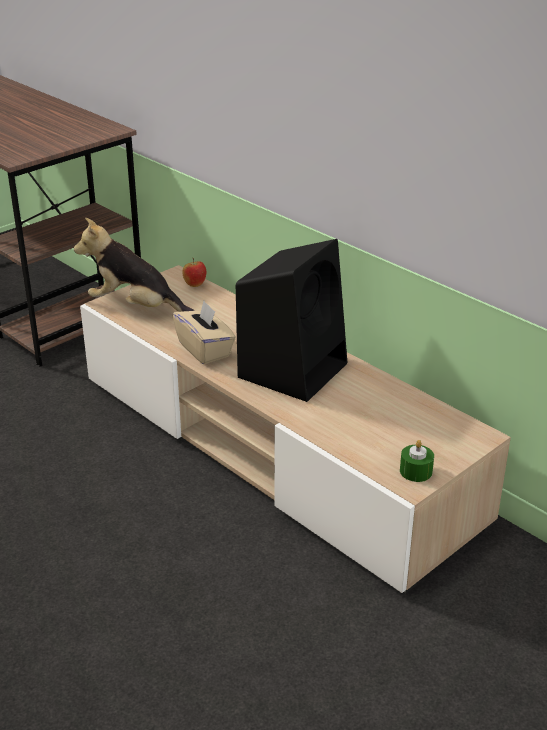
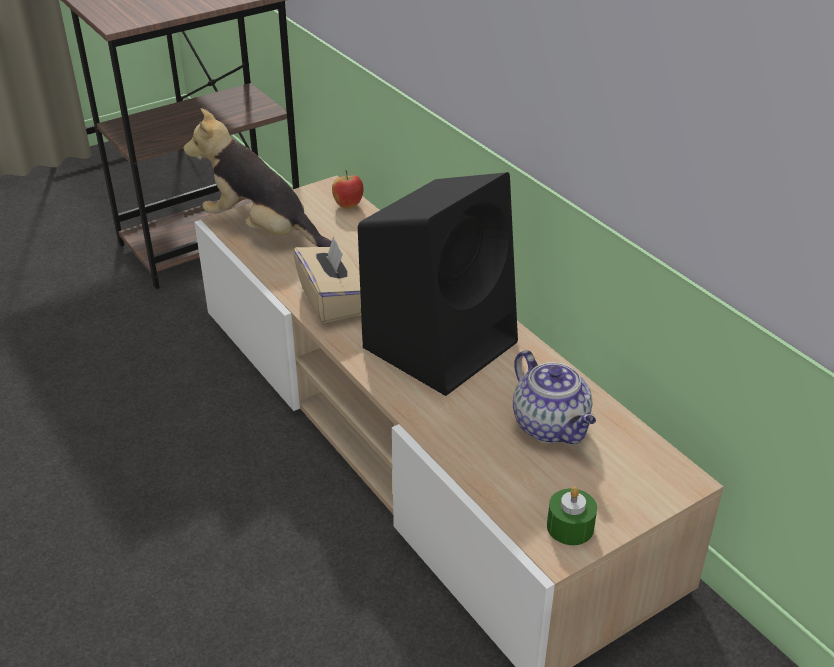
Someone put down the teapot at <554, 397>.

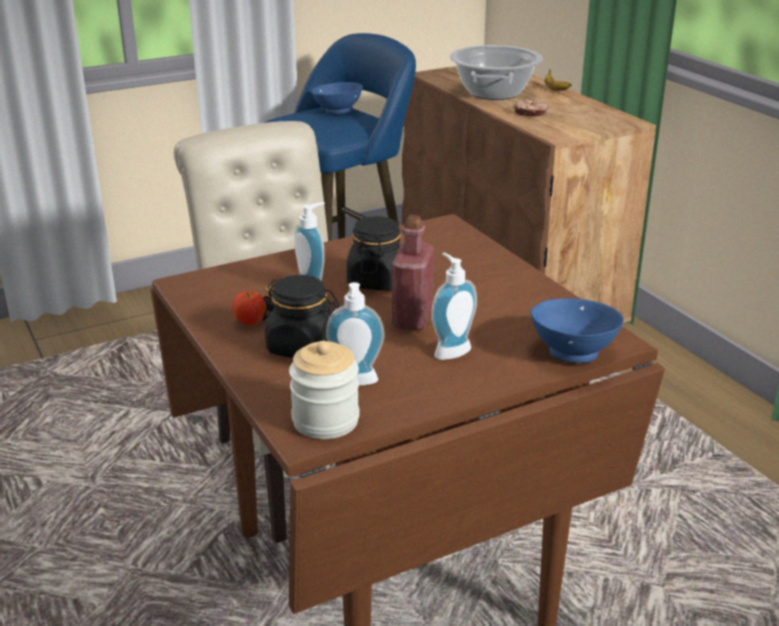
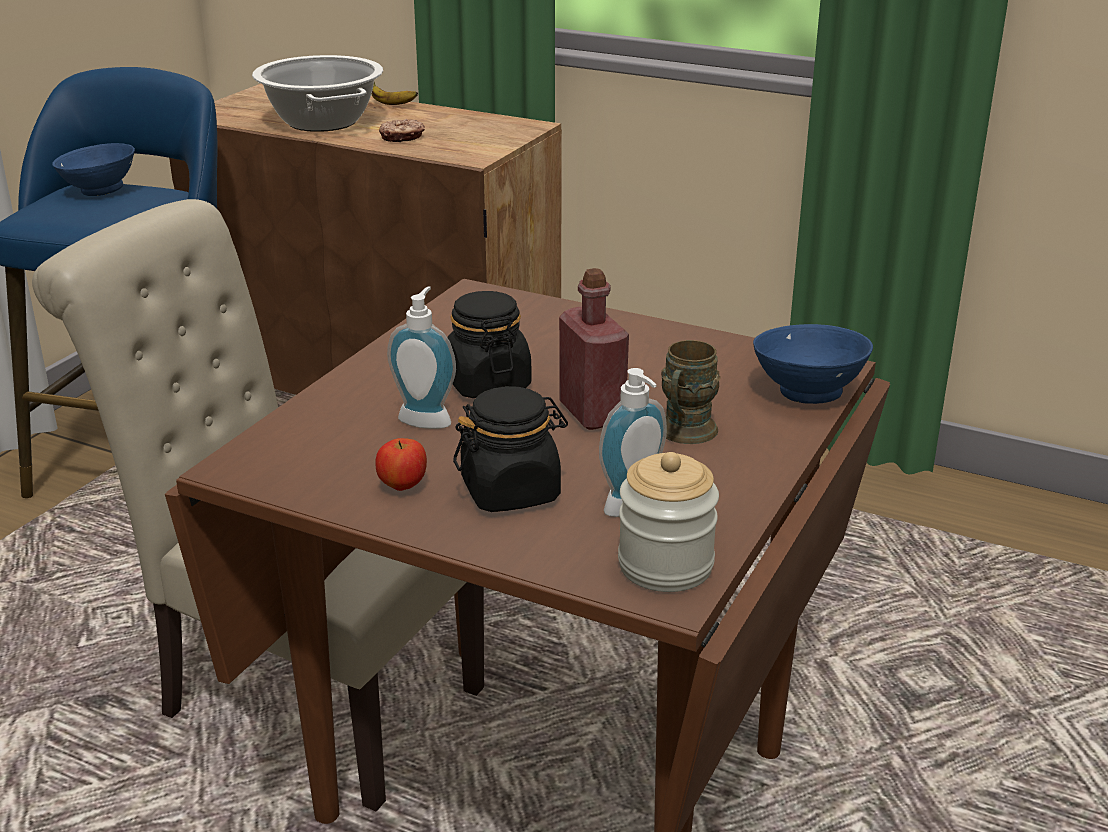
Someone swapped the soap_dispenser at <454, 306> for the brown_mug at <691, 392>.

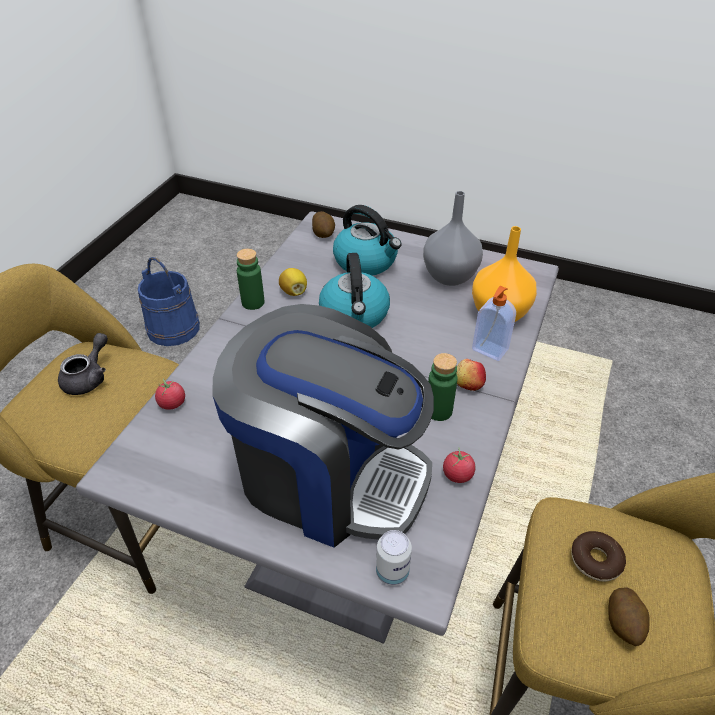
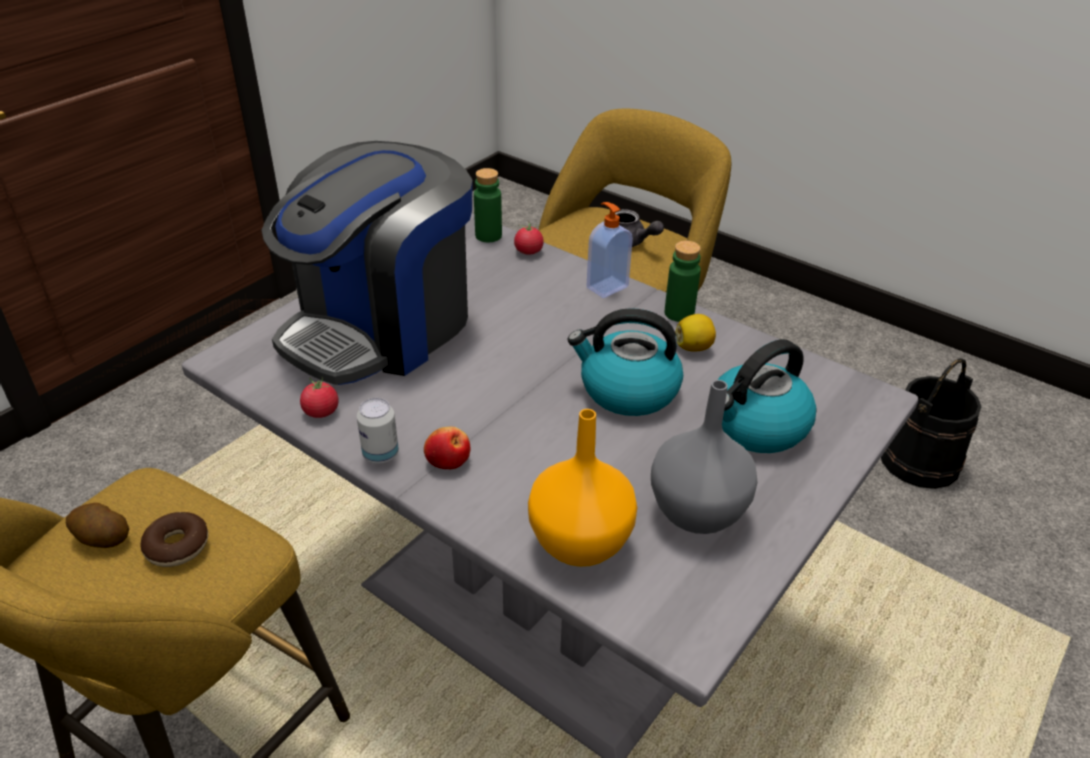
Someone took away the potato at <323, 224>.
Someone repainted the blue_bucket at <169, 301>, which became the black_bucket at <931, 423>.
Someone carried the soap_dispenser from <494, 323> to <609, 250>.
Someone carried the green_bottle from <442, 387> to <488, 205>.
Someone carried the can from <394, 558> to <378, 431>.

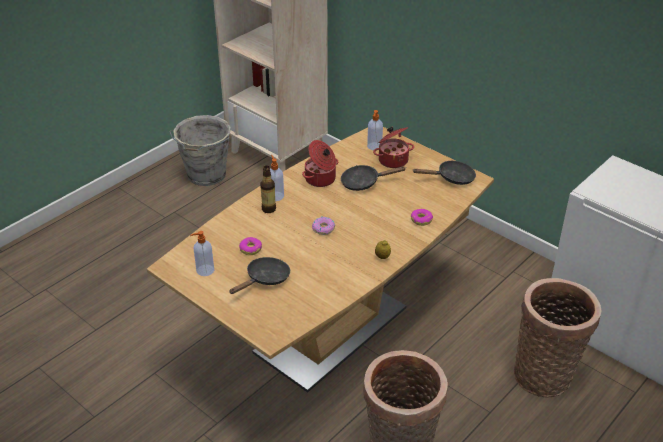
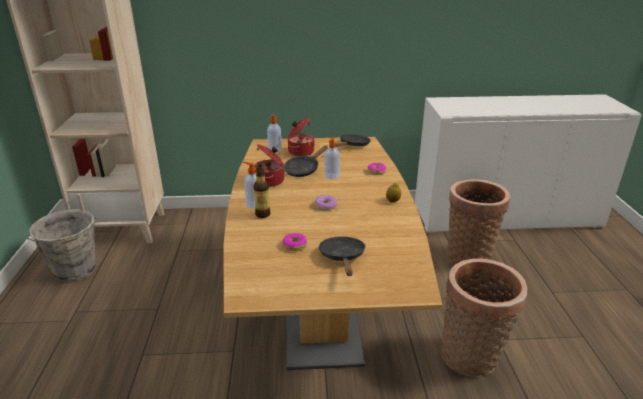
Someone carried the soap_dispenser from <202, 253> to <332, 158>.

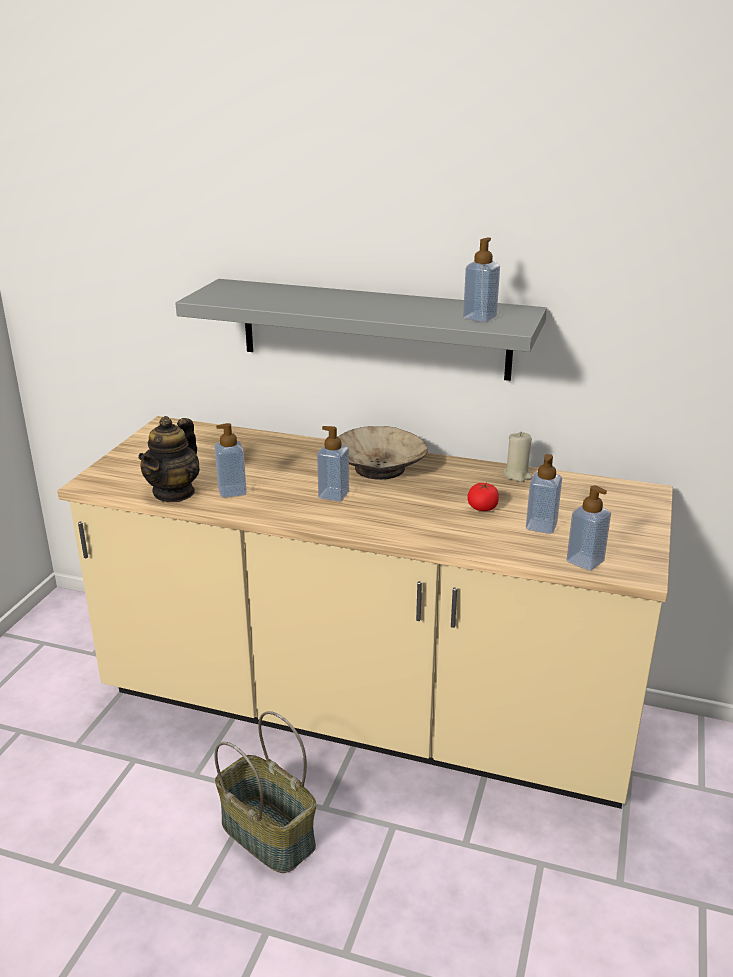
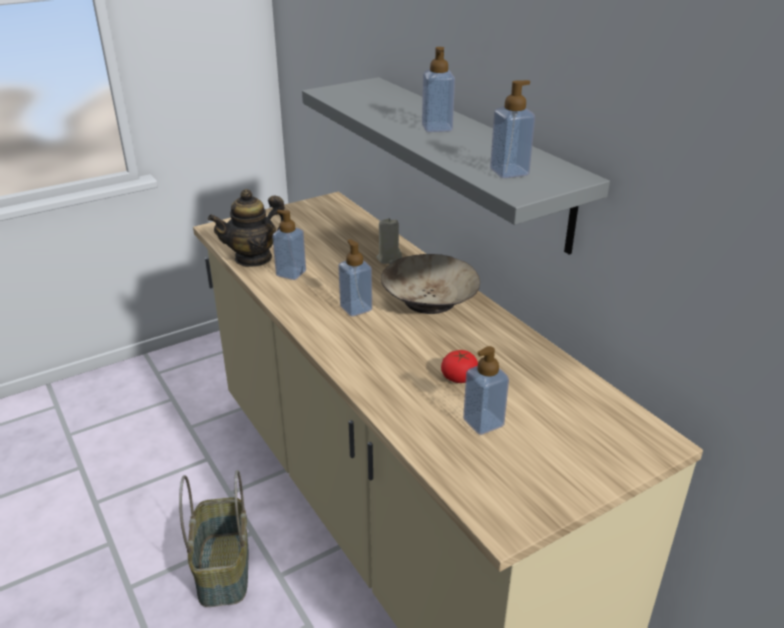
Someone carried the beige_candle from <518, 457> to <389, 241>.
Someone carried the soap_dispenser from <588, 528> to <438, 89>.

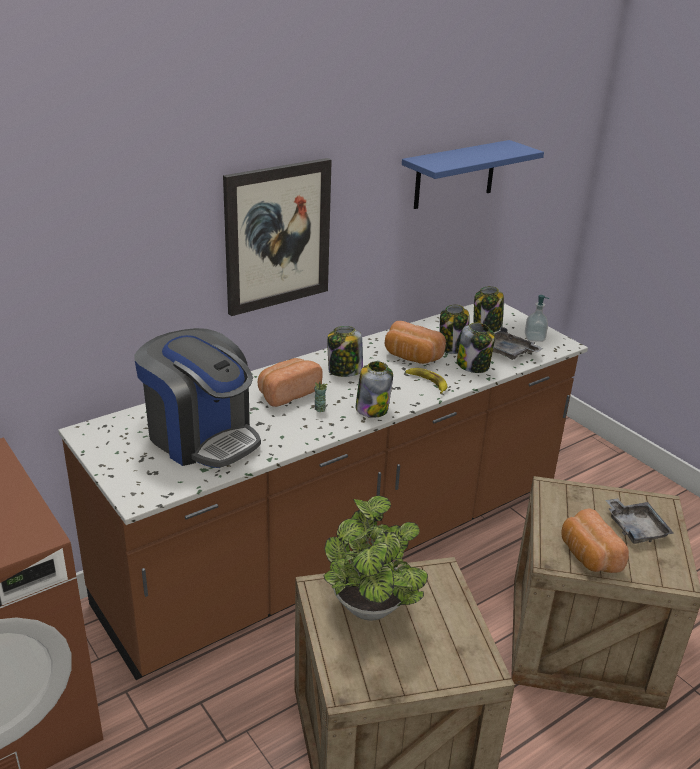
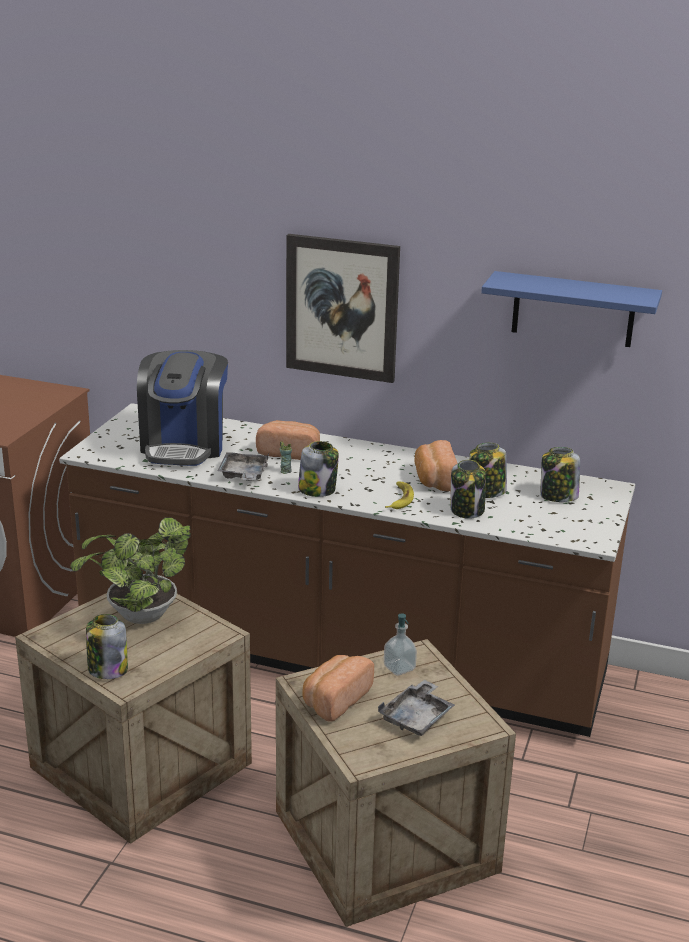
Someone carried the soap_dispenser from <537, 318> to <400, 644>.
Someone carried the jar from <345, 351> to <107, 646>.
Someone carried the grey_tray from <518, 343> to <243, 466>.

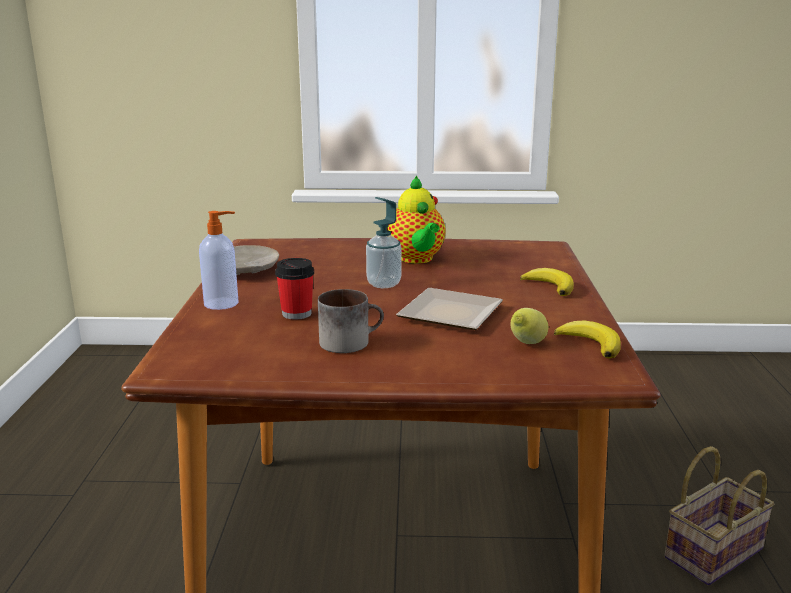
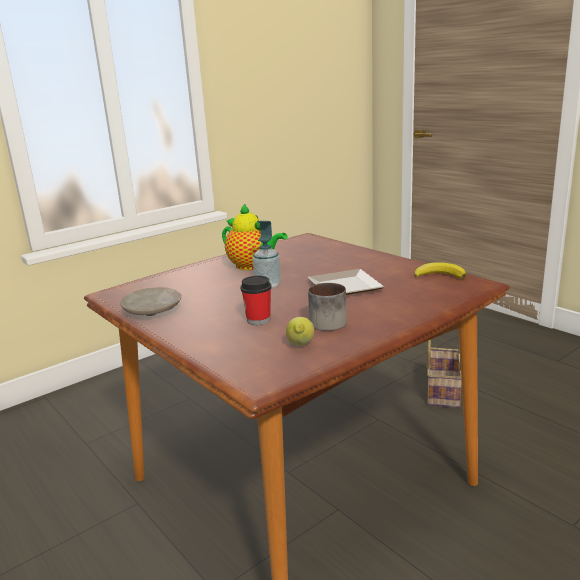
Someone took away the soap_dispenser at <219, 260>.
Someone took away the banana at <547, 282>.
Someone carried the lemon from <530, 326> to <300, 331>.

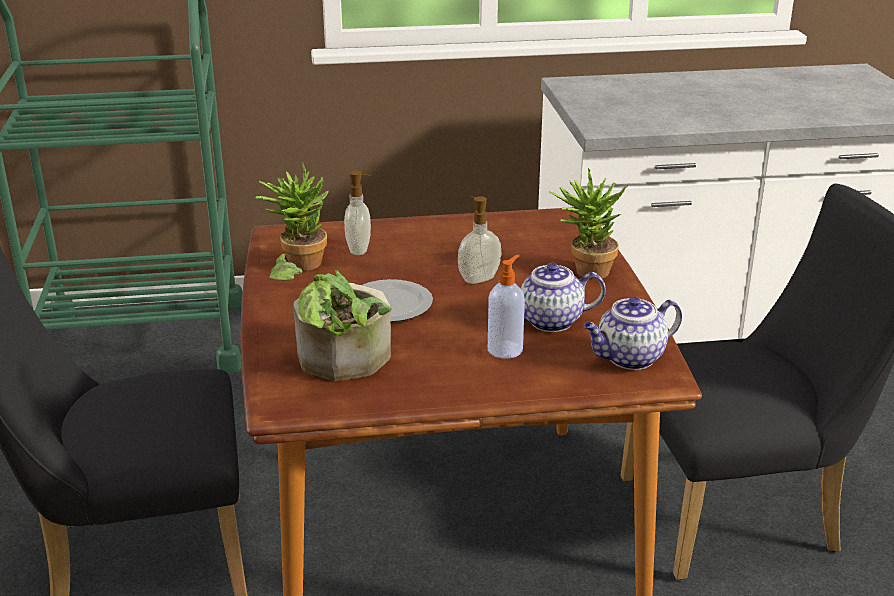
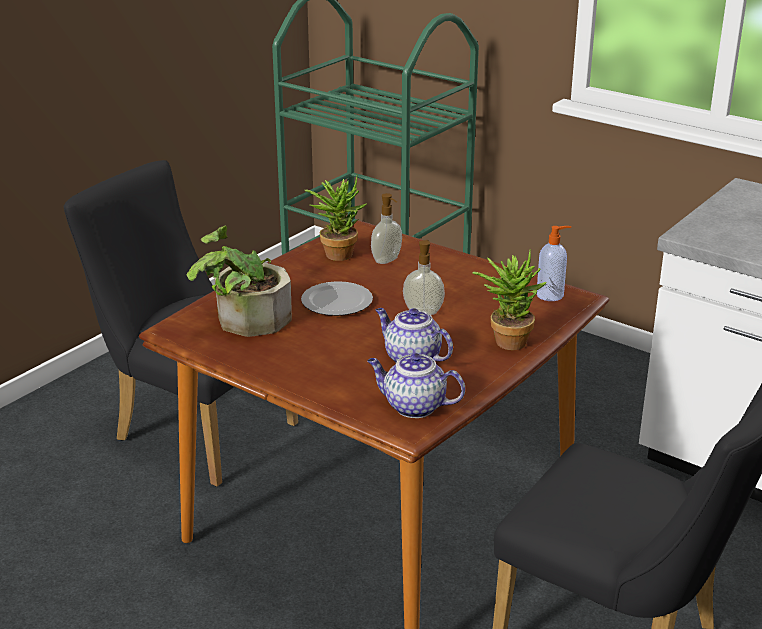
Someone carried the soap_dispenser from <506, 306> to <554, 263>.

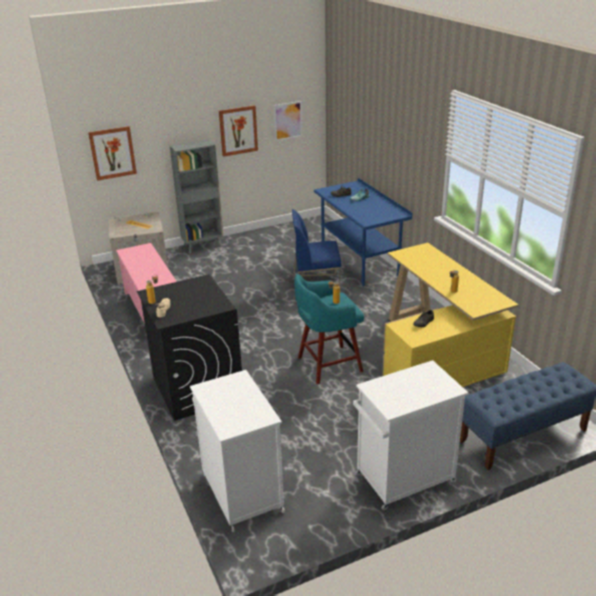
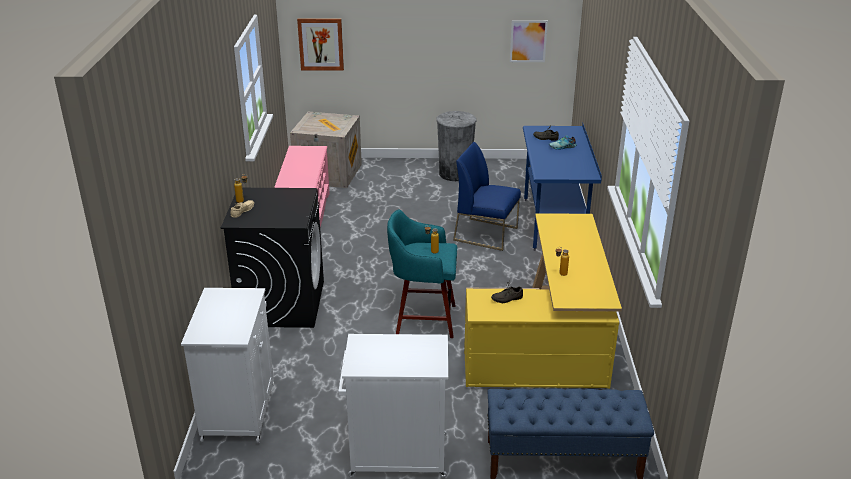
Someone took away the picture at <238, 131>.
Someone took away the grey_bookcase at <196, 196>.
Someone put down the grey_trash_can at <456, 146>.

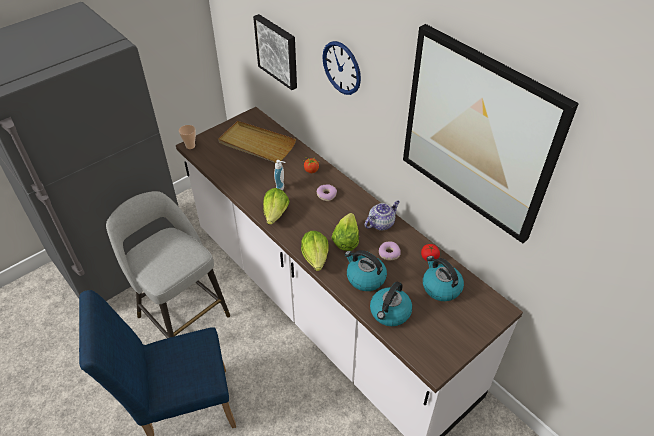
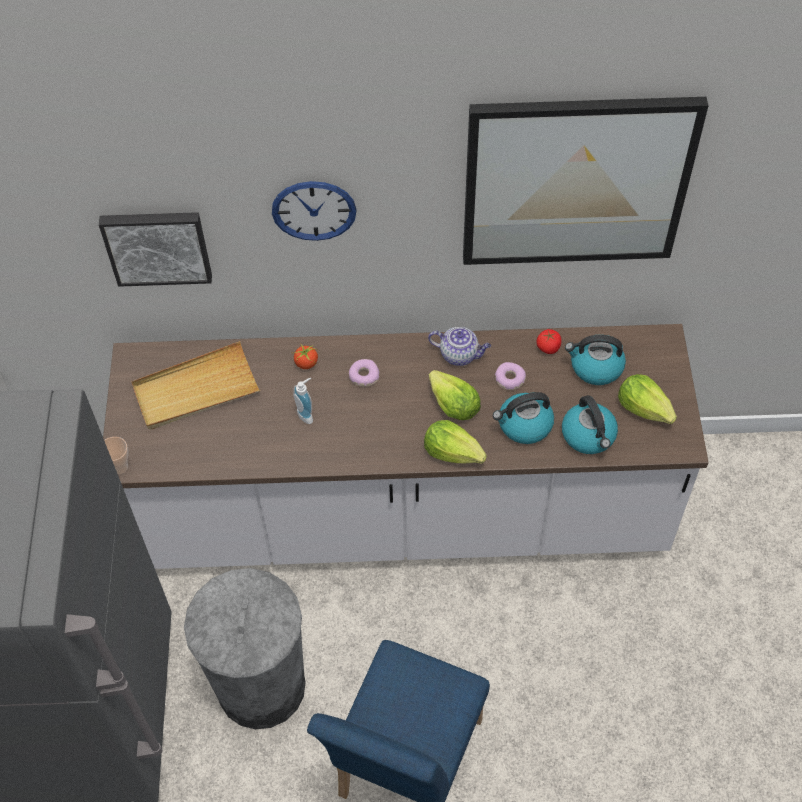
Someone carried the lettuce from <276, 206> to <647, 399>.
Someone swapped the grey_stool at <168, 264> for the grey_trash_can at <244, 648>.
Someone rotated the teapot at <382, 216> by 105 degrees clockwise.

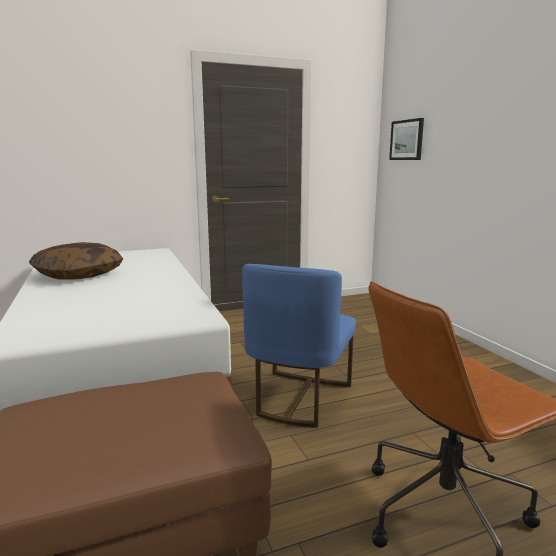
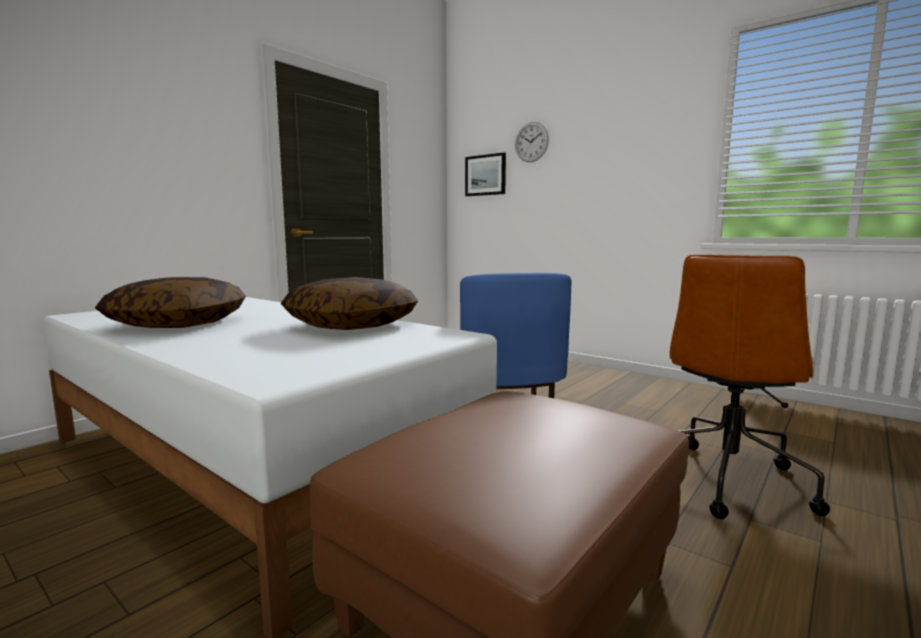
Someone put up the wall_clock at <532, 142>.
Someone put down the pillow at <349, 303>.

